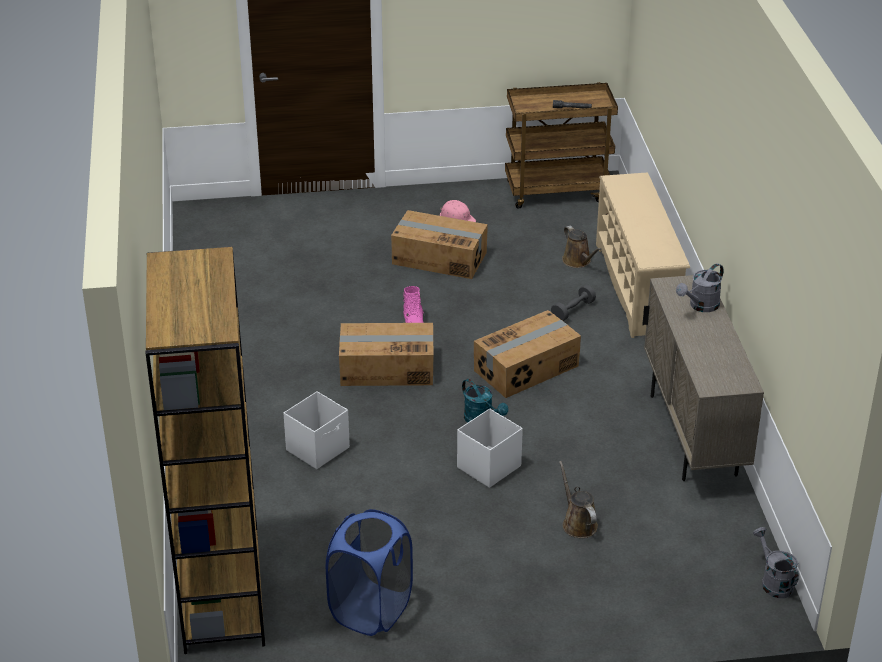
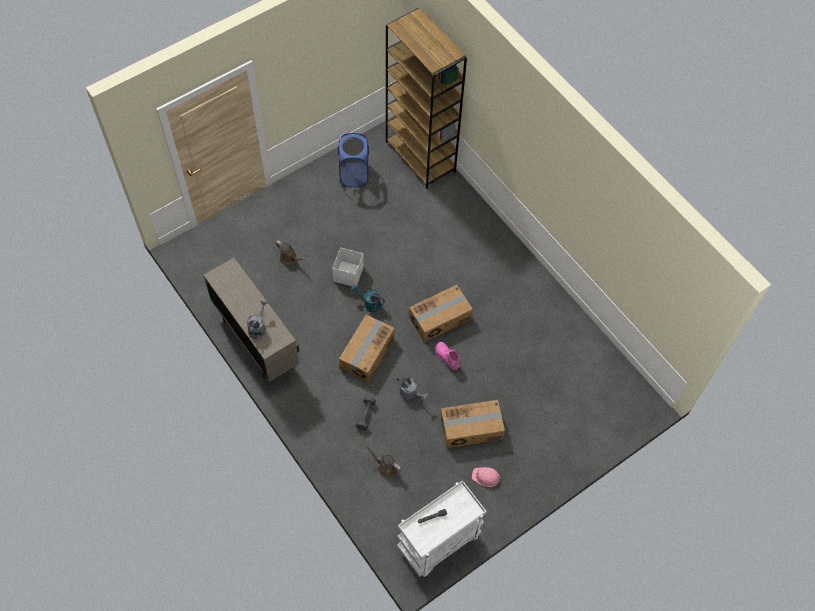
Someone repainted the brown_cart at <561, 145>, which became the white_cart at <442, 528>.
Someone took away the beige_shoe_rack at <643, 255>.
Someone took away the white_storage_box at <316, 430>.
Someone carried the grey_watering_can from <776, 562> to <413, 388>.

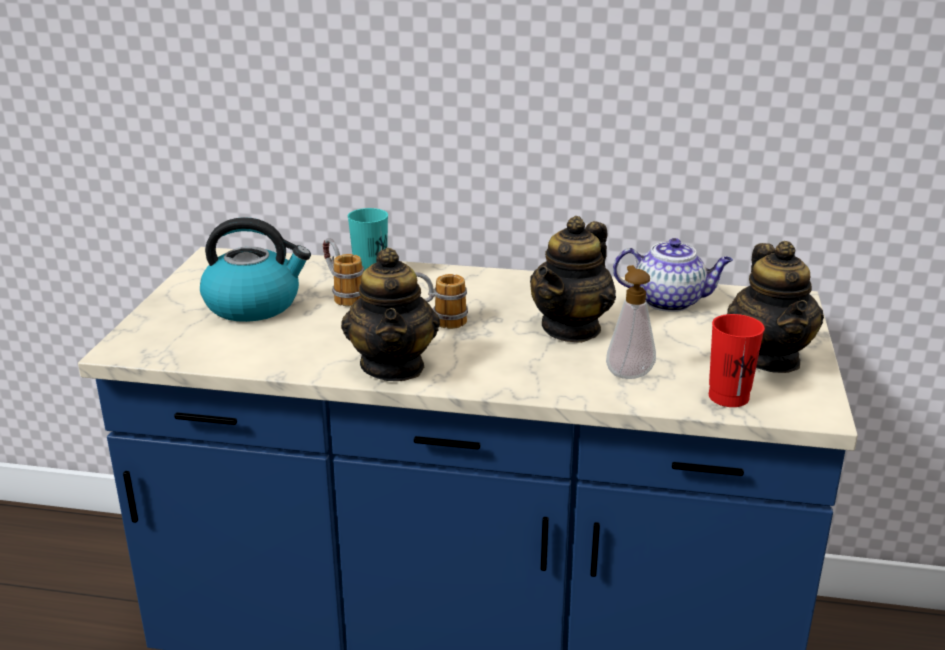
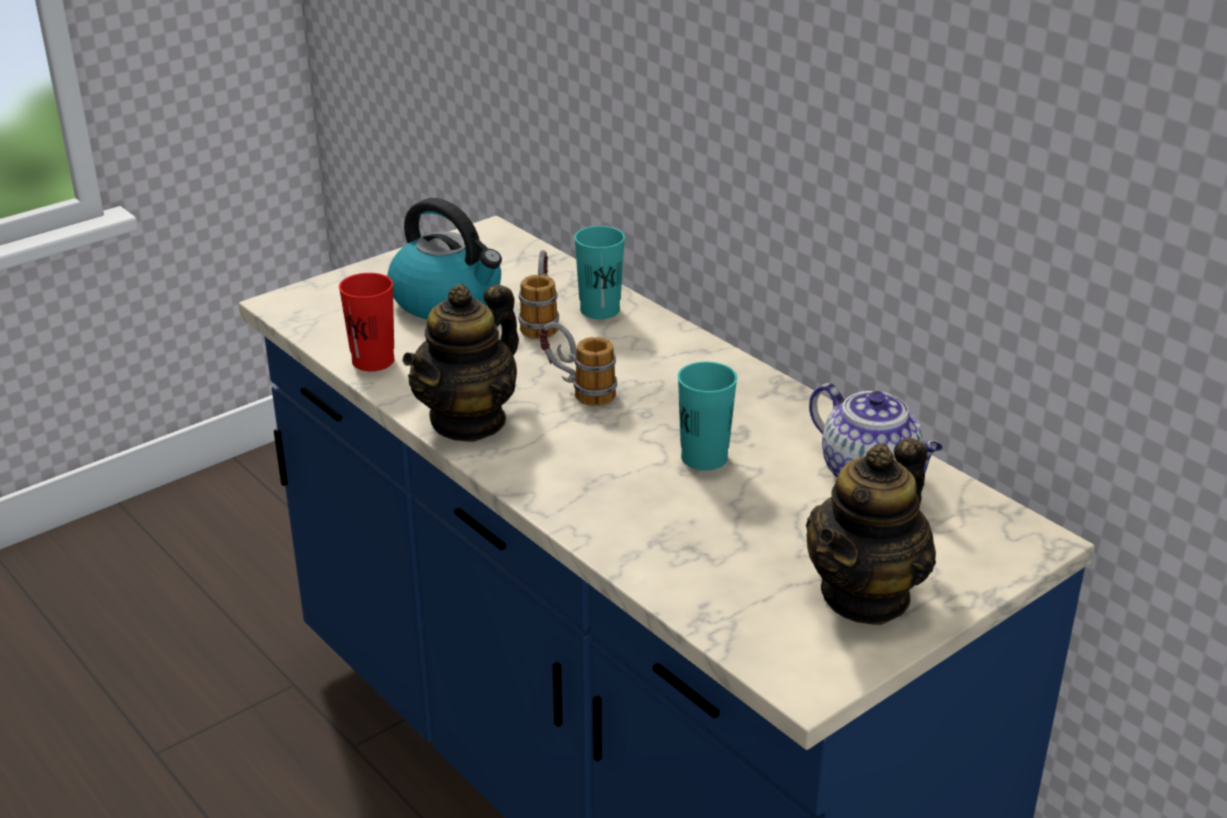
Someone swapped the teapot at <573, 279> for the turquoise_cup at <708, 416>.
Someone took away the soap_dispenser at <631, 322>.
Someone carried the red_cup from <737, 360> to <367, 322>.

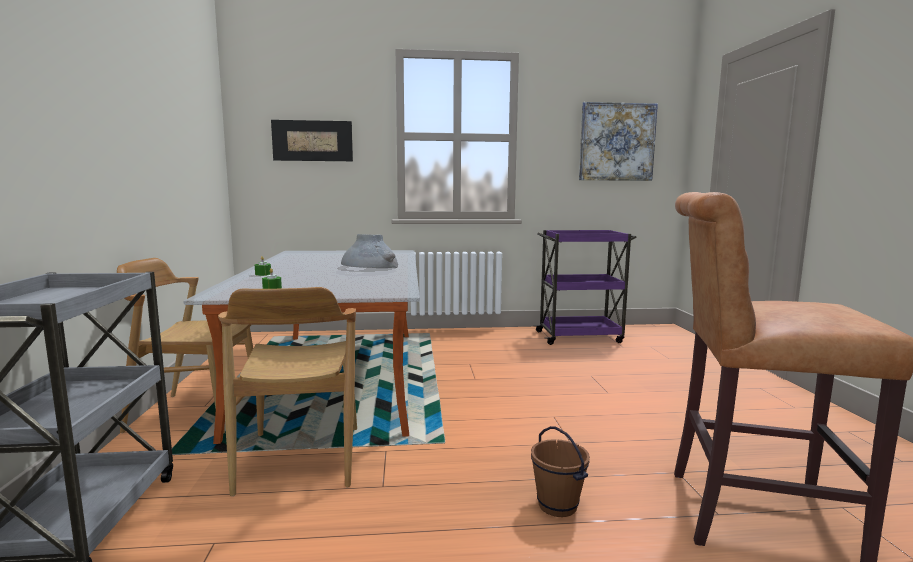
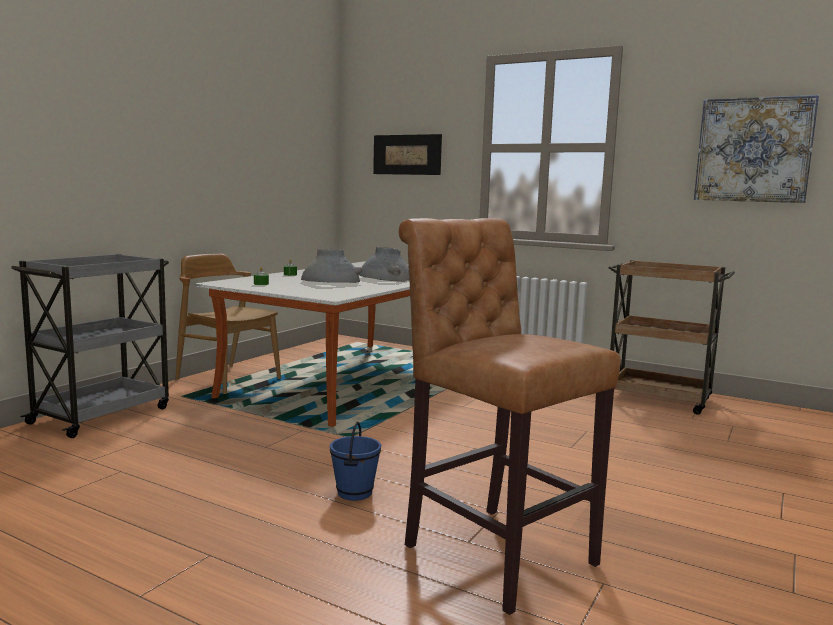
Someone repainted the purple_cart at <586, 287>, which became the brown_cart at <672, 337>.
Someone took away the brown_chair at <287, 391>.
Someone repainted the brown_bucket at <560, 471>, which became the blue_bucket at <355, 461>.
Someone put down the grey_vase at <332, 266>.

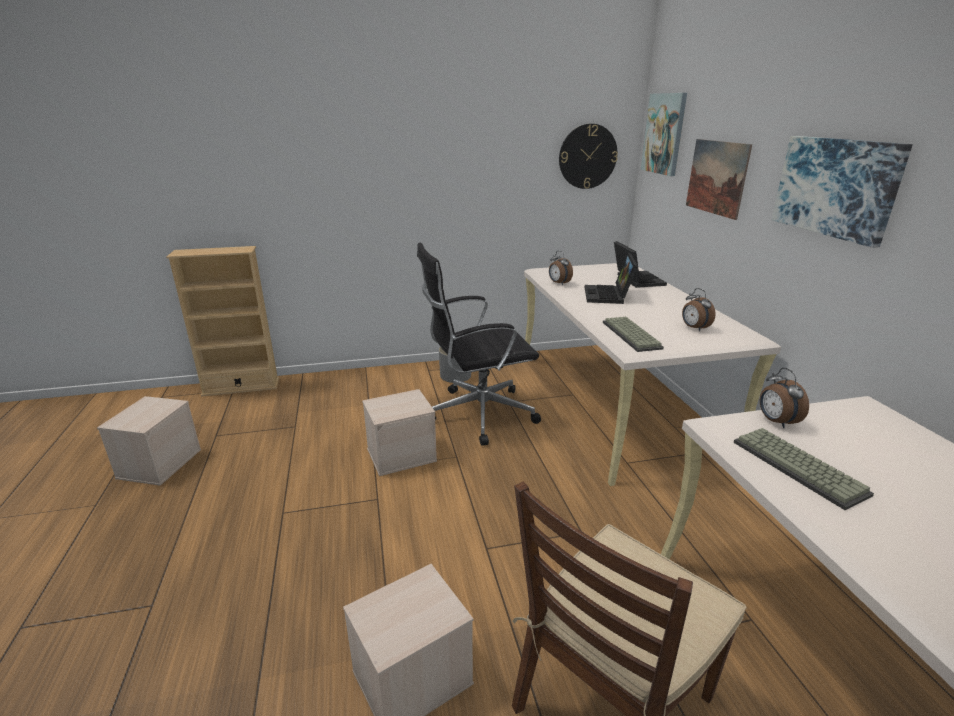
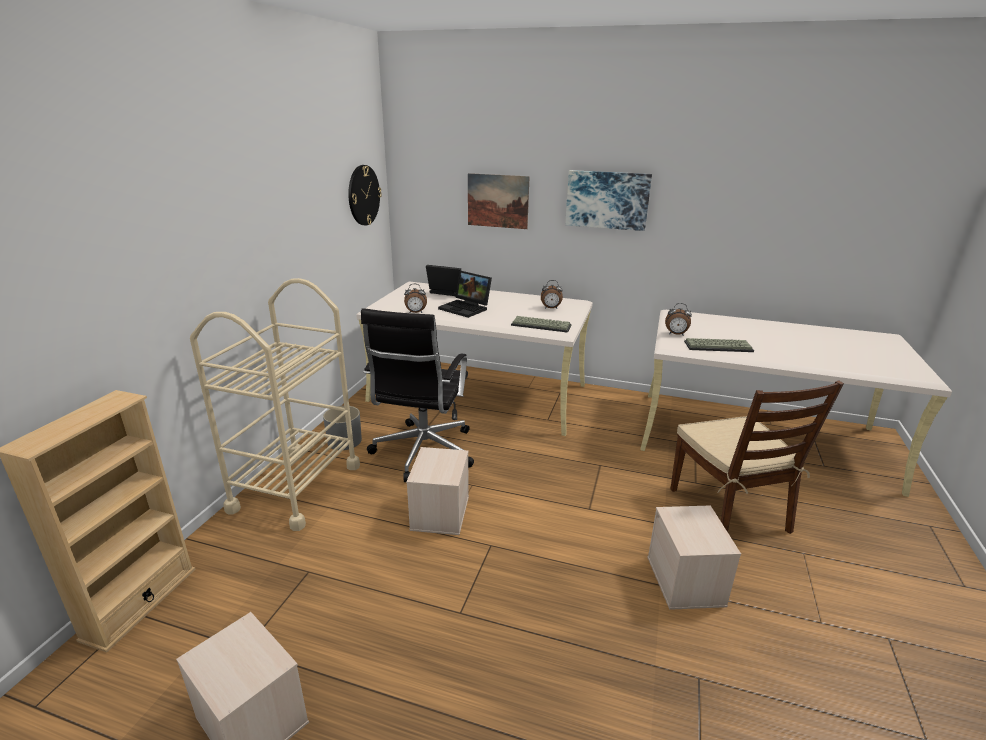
Someone took away the picture at <664, 134>.
Someone put down the beige_cart at <275, 404>.

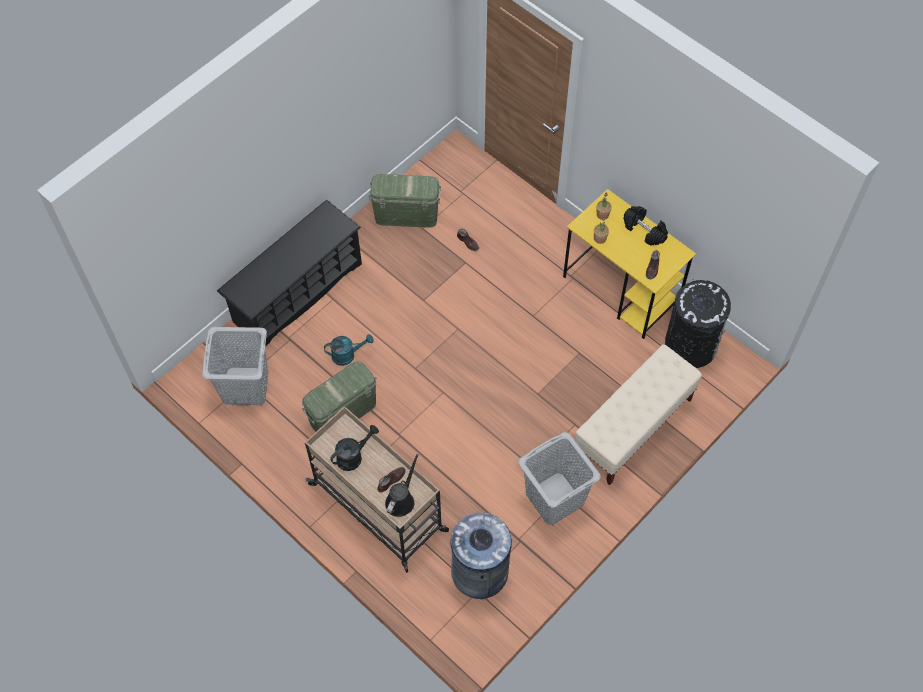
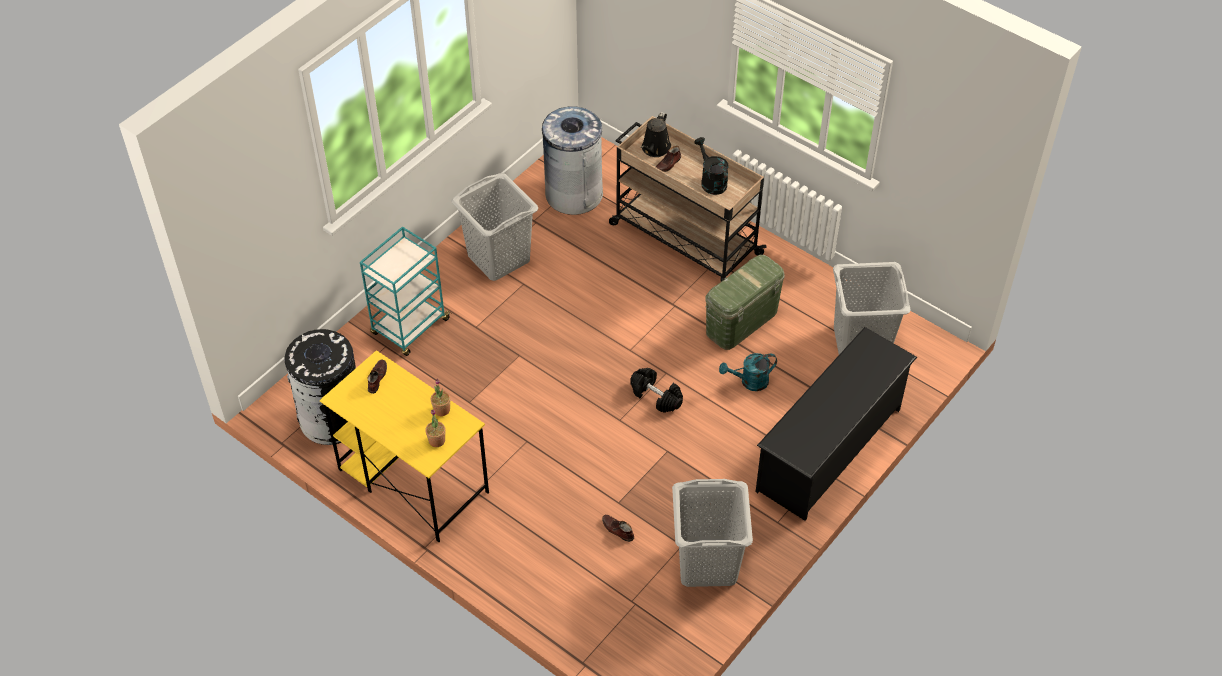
Someone swapped the green_storage_box at <404, 201> for the grey_laundry_basket at <712, 533>.
Someone carried the black_dumbbell from <645, 226> to <656, 390>.
Someone swapped the beige_bench at <638, 415> for the turquoise_cart at <406, 291>.
Someone rotated the black_watering_can at <354, 448> by 105 degrees clockwise.

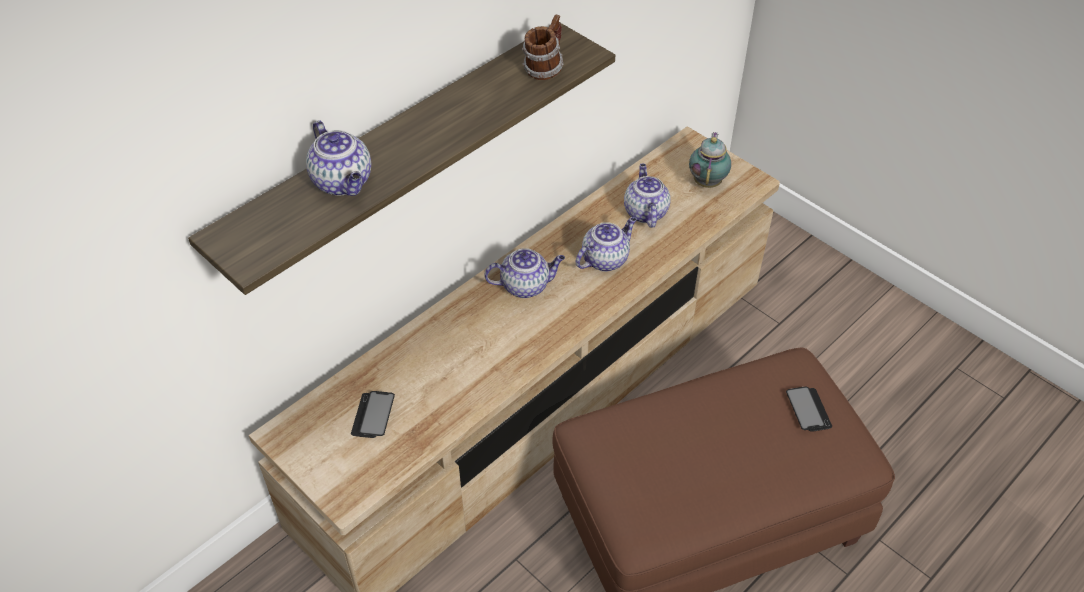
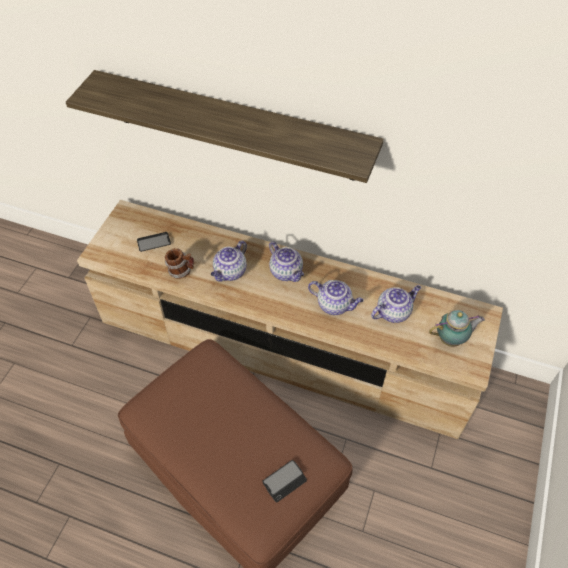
Someone carried the mug from <543, 47> to <179, 263>.
Someone carried the teapot from <338, 158> to <229, 261>.

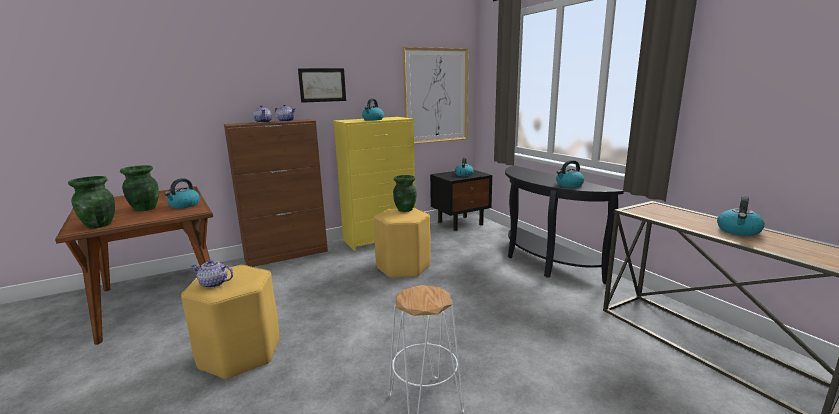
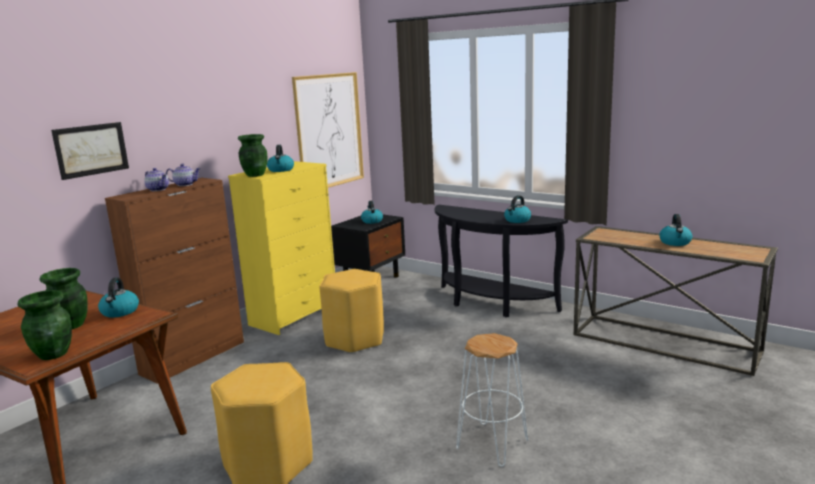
Someone carried the picture from <322, 85> to <90, 151>.
Someone carried the green_vase from <405, 193> to <252, 155>.
Someone took away the teapot at <211, 273>.

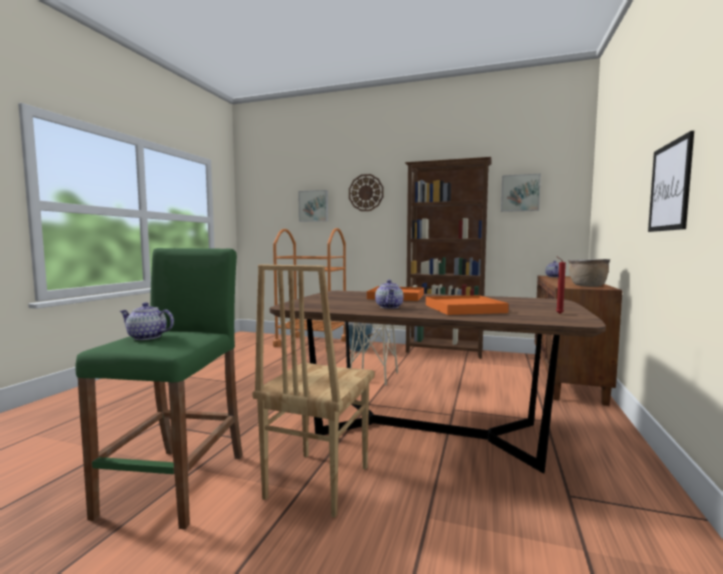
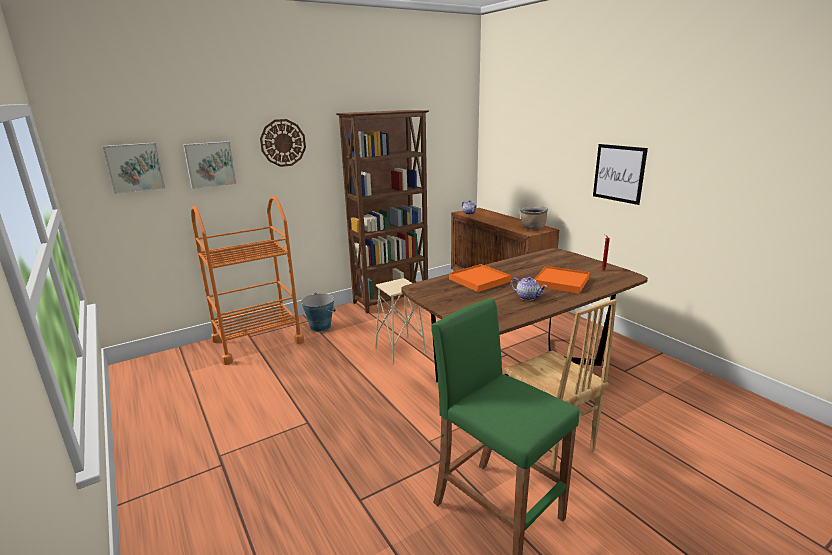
Someone carried the picture from <521, 193> to <134, 168>.
Someone took away the teapot at <147, 321>.

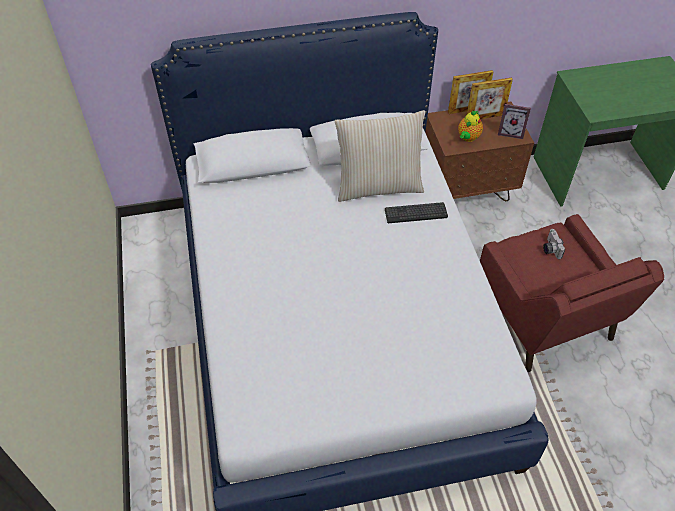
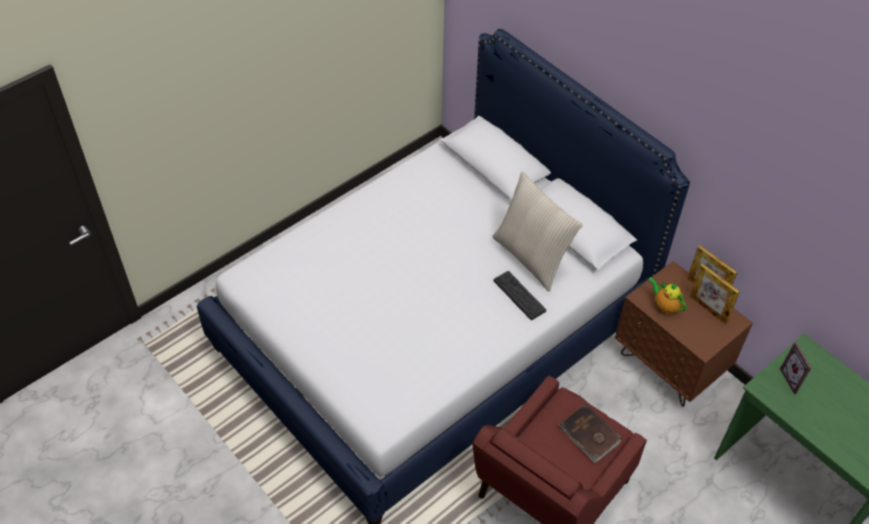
Someone carried the picture_frame from <514, 121> to <795, 368>.
Someone rotated the teapot at <470, 126> by 45 degrees clockwise.
Someone swapped the photo_camera at <554, 244> for the brown_book at <590, 433>.

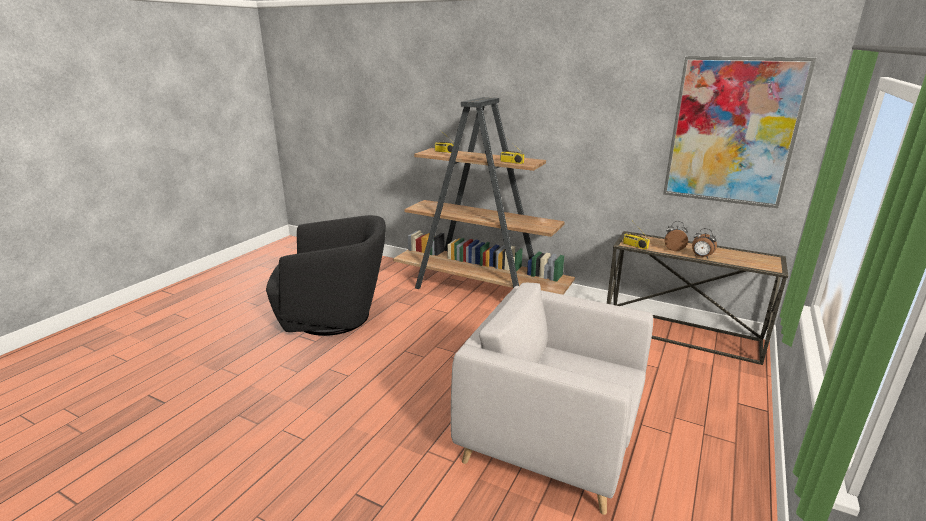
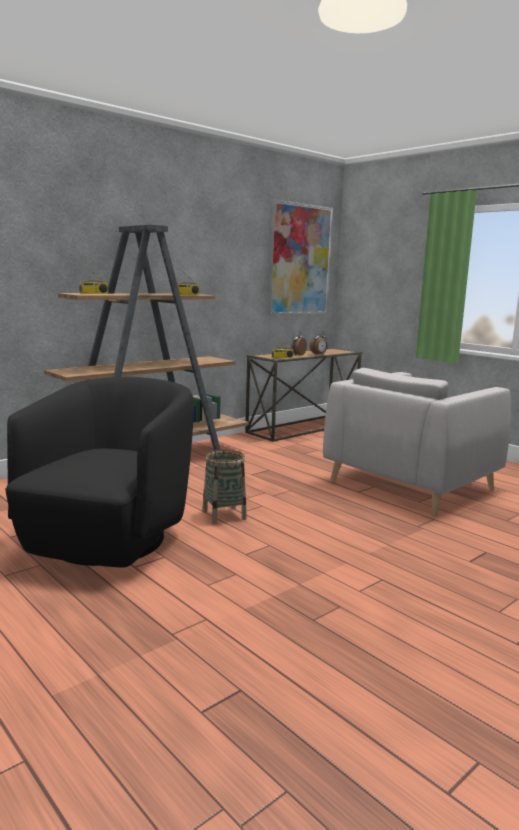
Someone put down the basket at <224, 487>.

